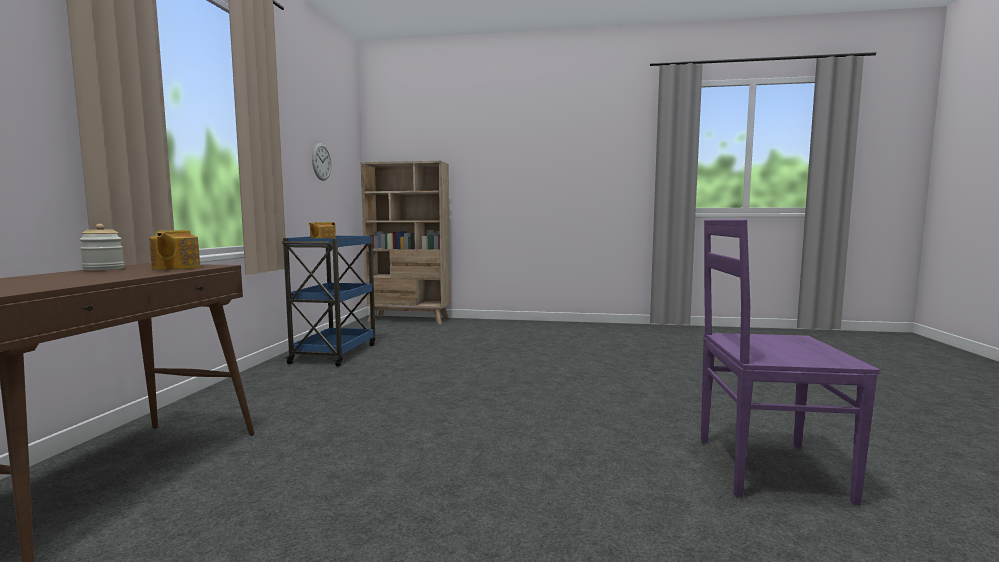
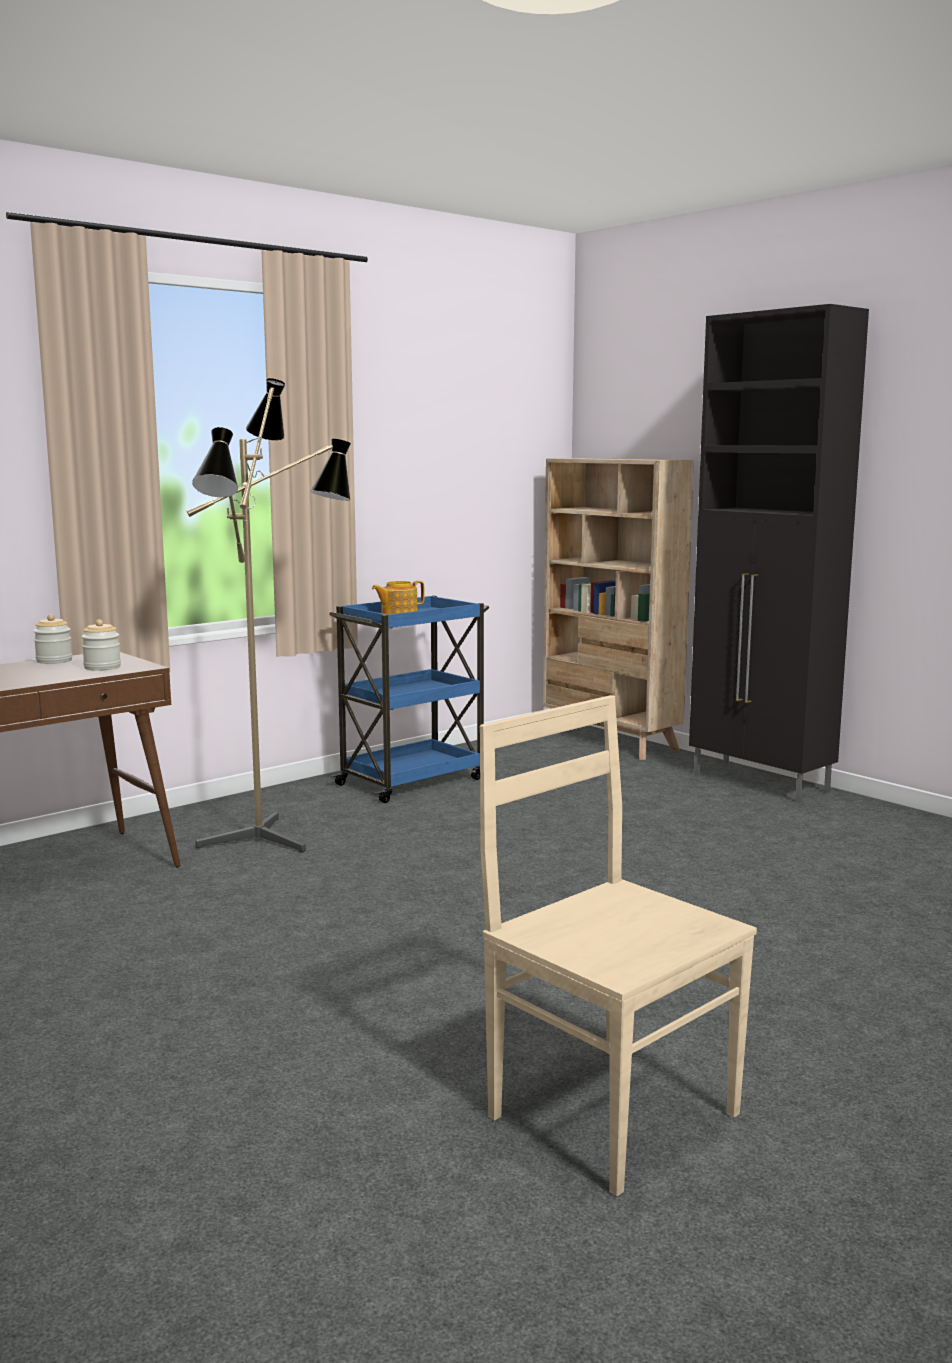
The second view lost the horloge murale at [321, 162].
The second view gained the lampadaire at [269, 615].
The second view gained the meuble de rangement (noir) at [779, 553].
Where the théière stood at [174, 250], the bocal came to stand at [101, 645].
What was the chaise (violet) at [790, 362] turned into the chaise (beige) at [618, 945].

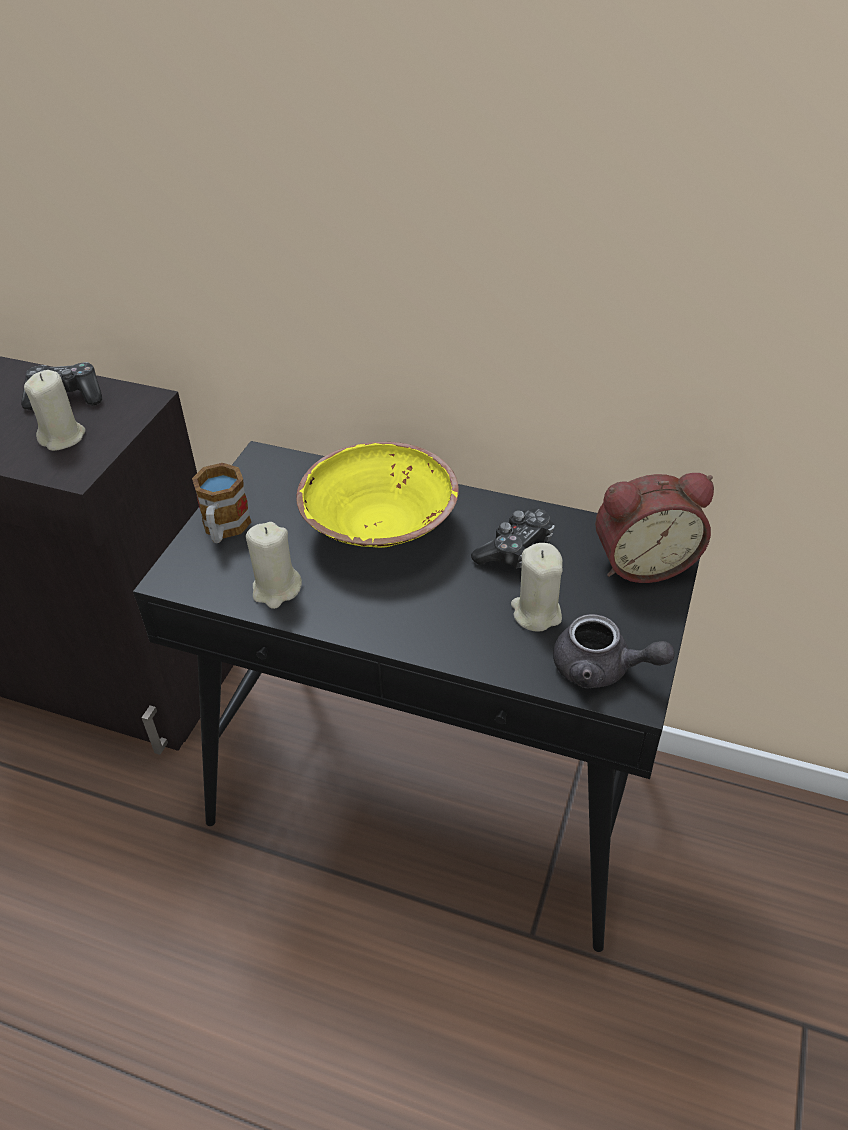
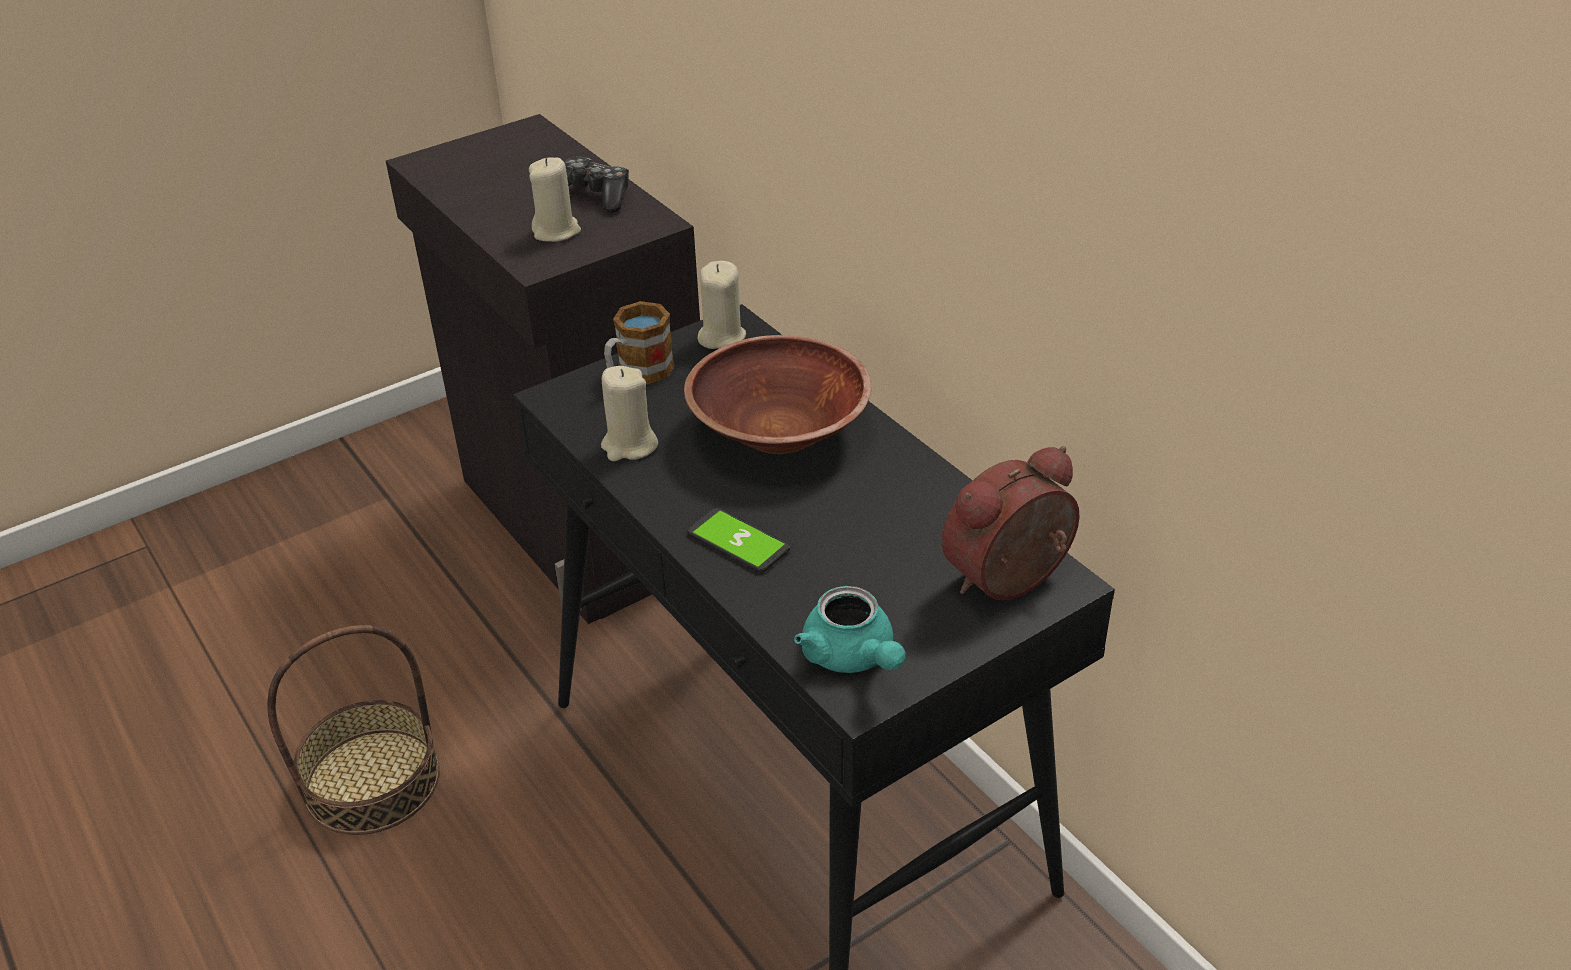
The second view lost the manette at [513, 538].
The second view gained the panier at [353, 730].
The second view gained the téléphone at [738, 540].
The bougie (beige) ended up elsewhere, having gone from [537, 587] to [722, 305].
What was the bol (jaune) at [377, 495] turned into the bol (marron) at [778, 394].
What was the théière (gris) at [614, 651] turned into the théière (turquoise) at [849, 629].
The réveil at [654, 528] ended up facing another way, 120 degrees clockwise from before.

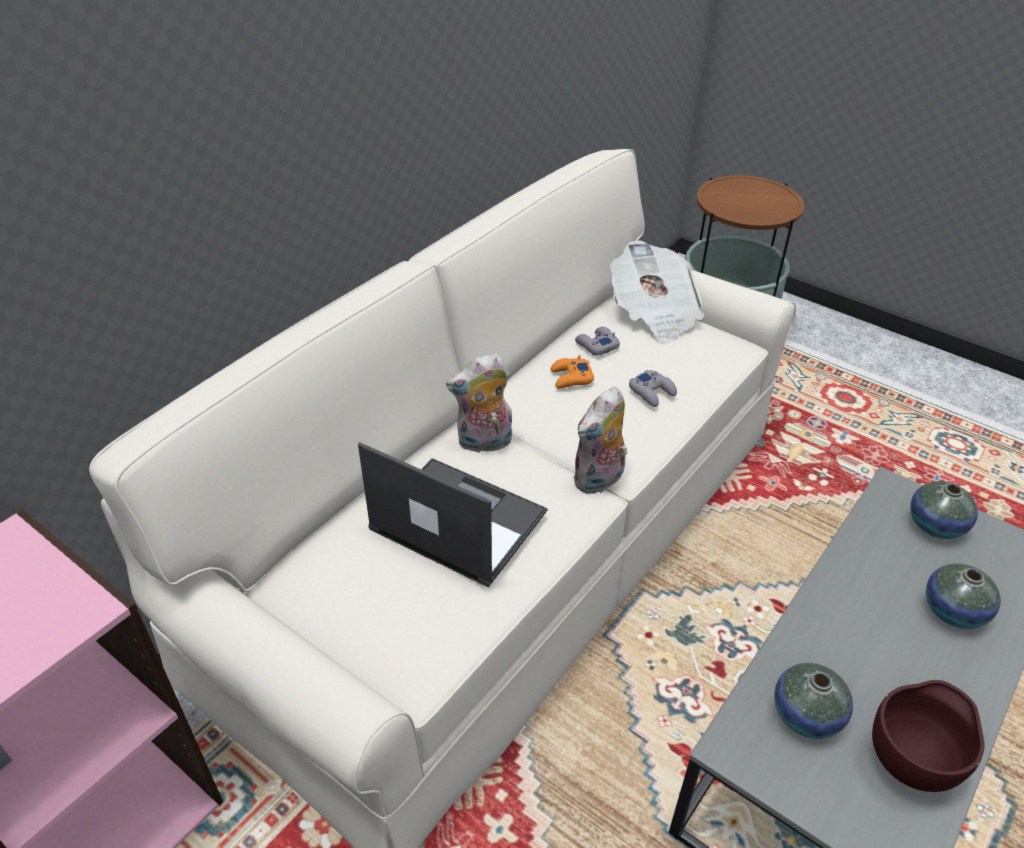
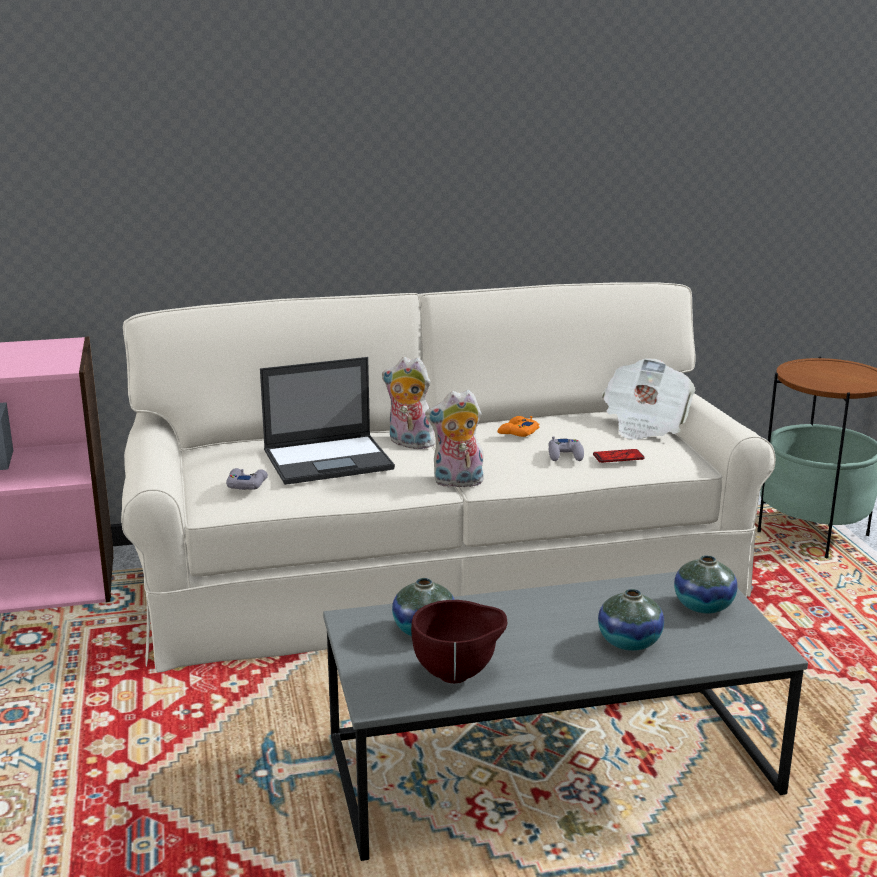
The second view gained the téléphone at [619, 456].
The manette (gris) ended up elsewhere, having gone from [597, 341] to [247, 479].
The ordinateur portable at [453, 514] ended up facing another way, 90 degrees clockwise from before.

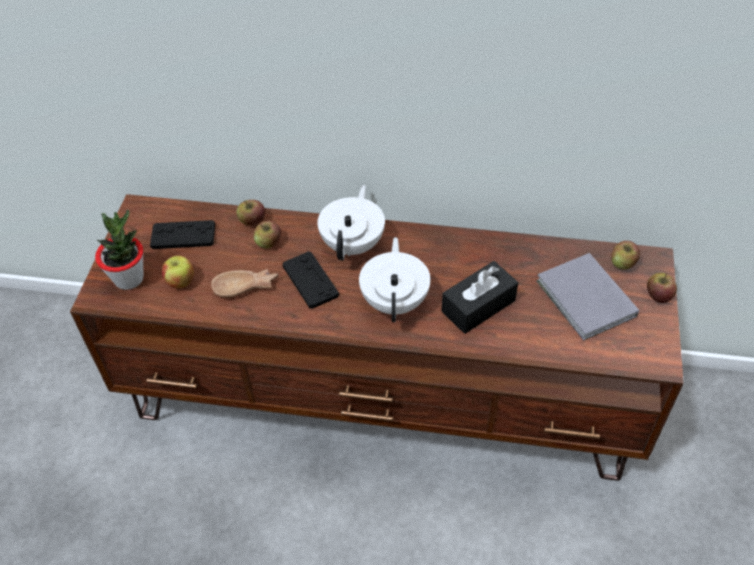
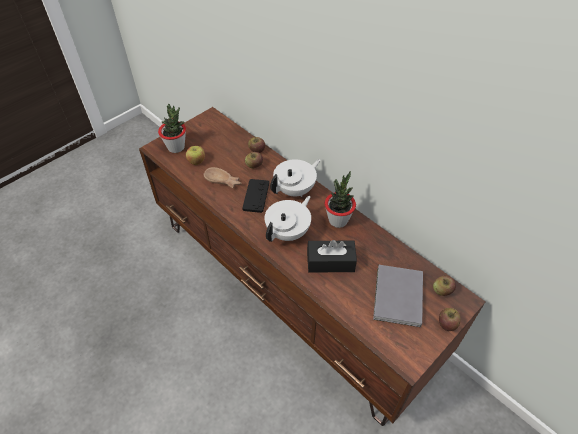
The second view lost the manette (noir) at [182, 234].
The second view gained the plante en pot at [340, 199].

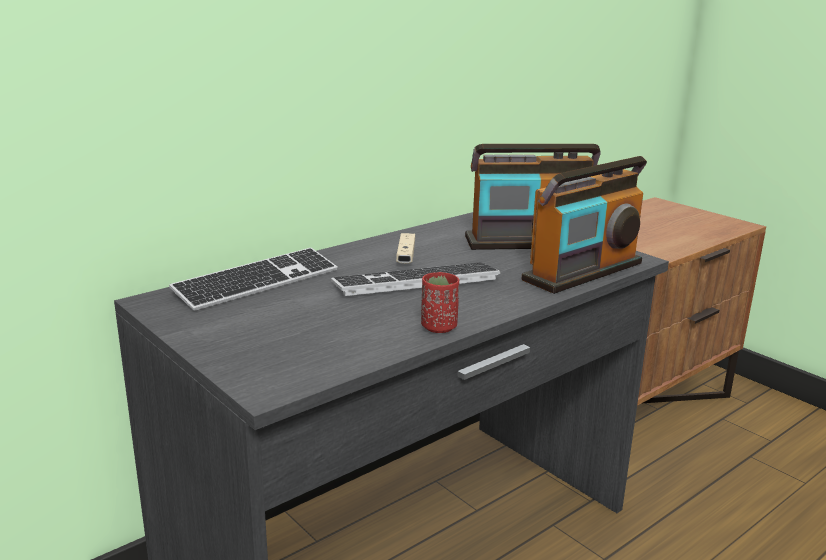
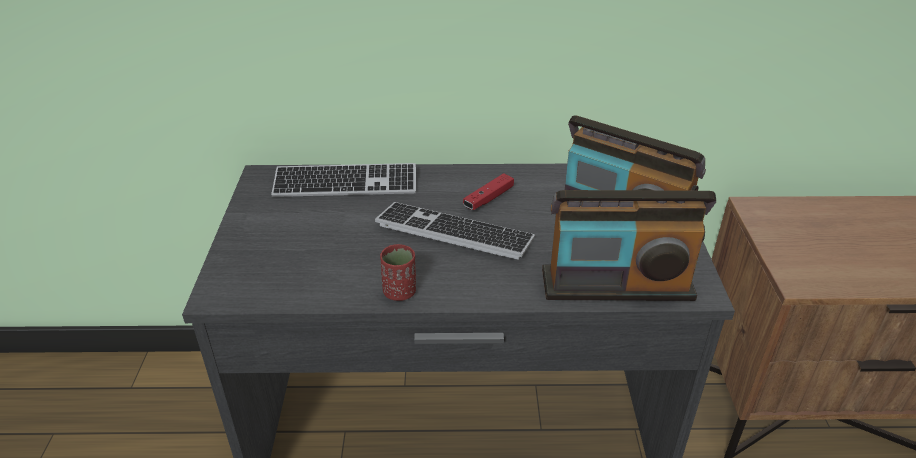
What was the manette (beige) at [405, 248] turned into the manette (rouge) at [488, 191].

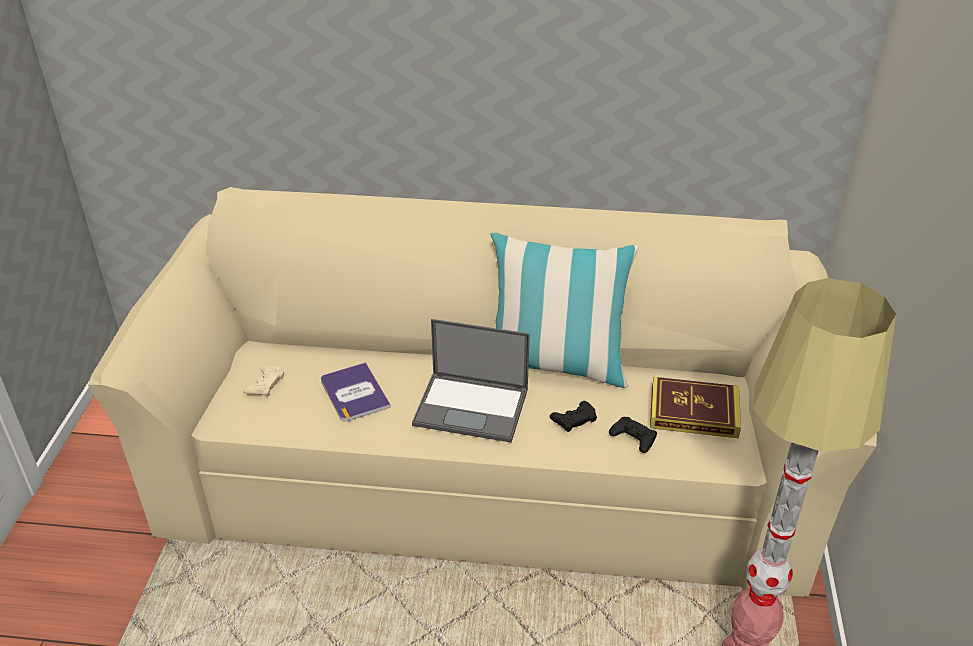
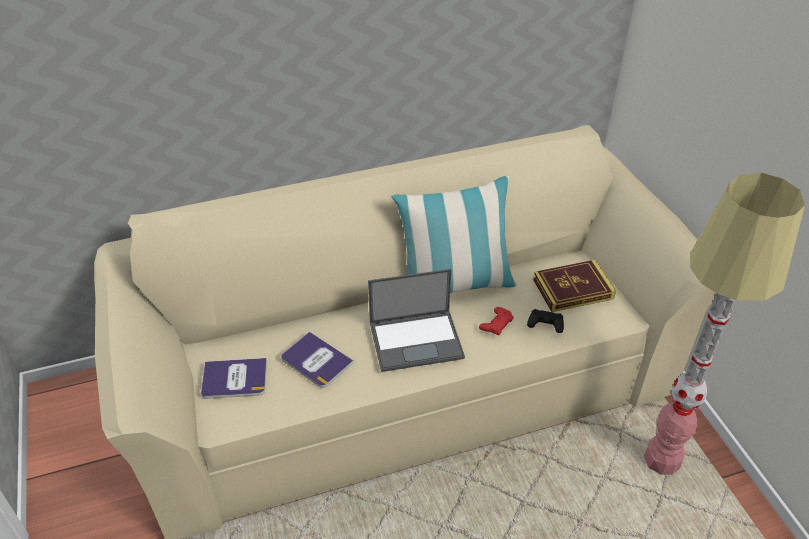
Where the manette (beige) stood at [263, 380], the livre came to stand at [234, 378].
What was the manette (noir) at [573, 416] turned into the manette (rouge) at [496, 321].

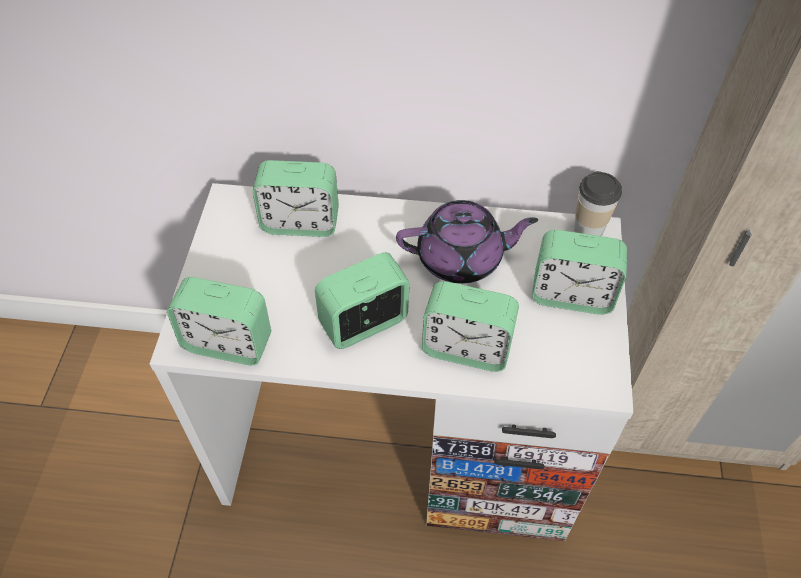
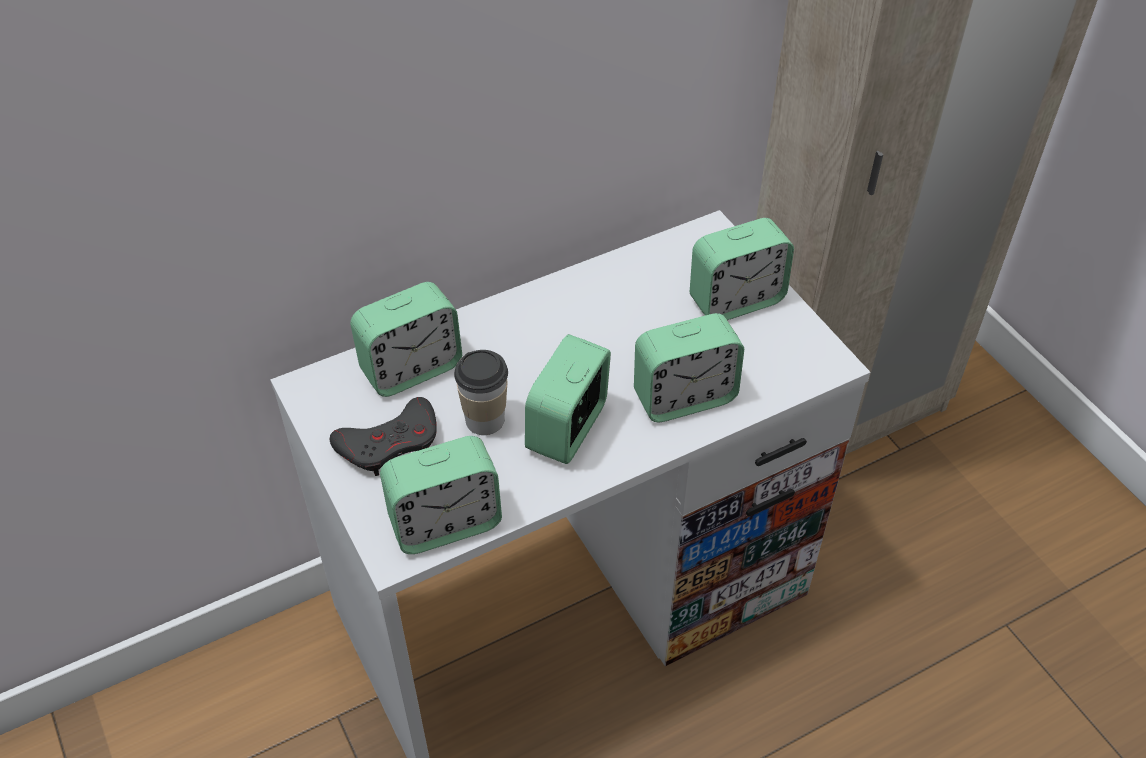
The second view lost the théière (violet) at [467, 242].
The second view gained the manette (gris) at [383, 436].
The tasse ended up elsewhere, having gone from [598, 203] to [481, 392].

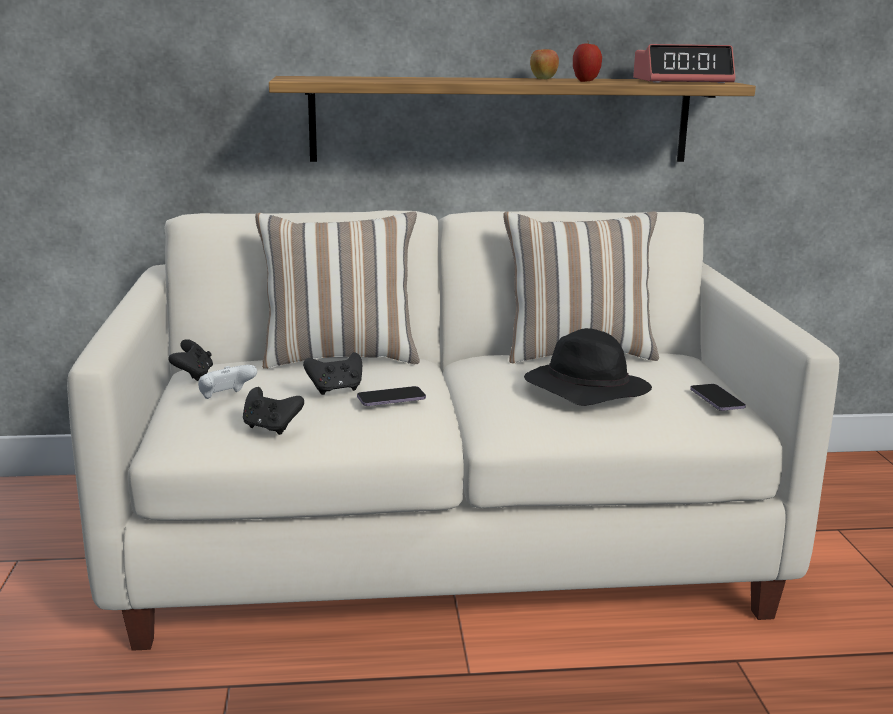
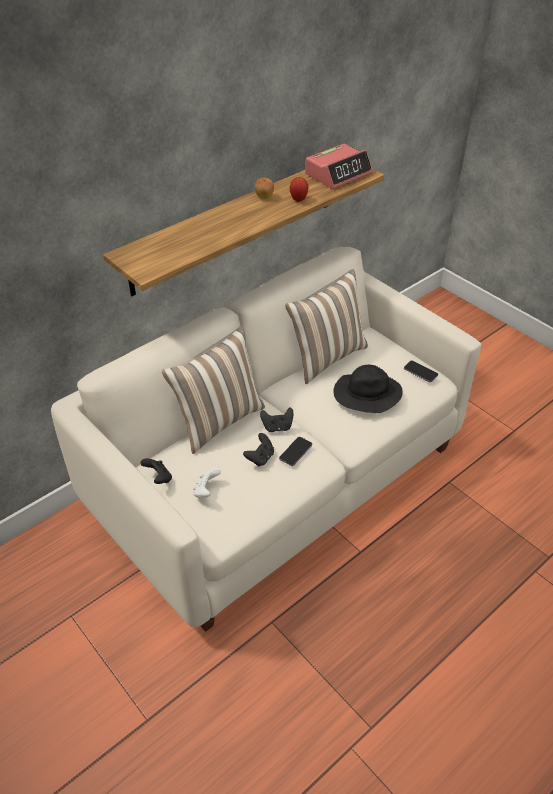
The manette (noir) ended up elsewhere, having gone from [273, 411] to [277, 419].

